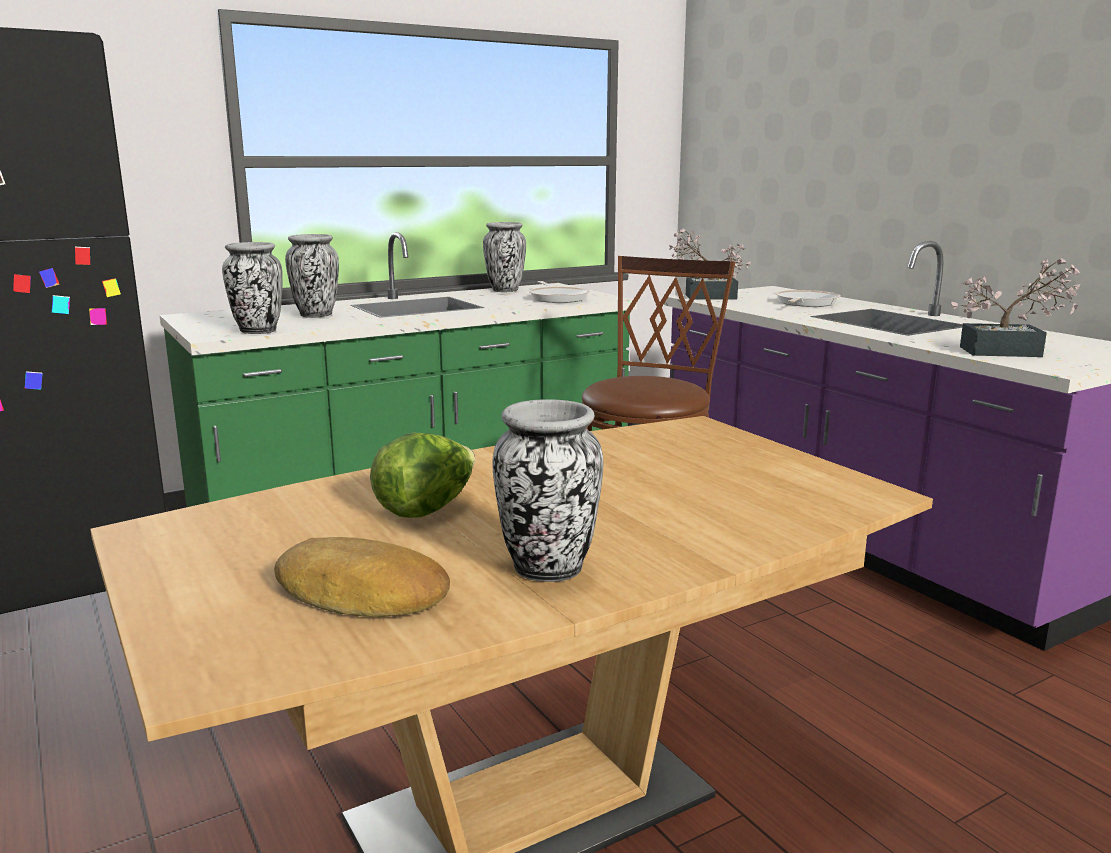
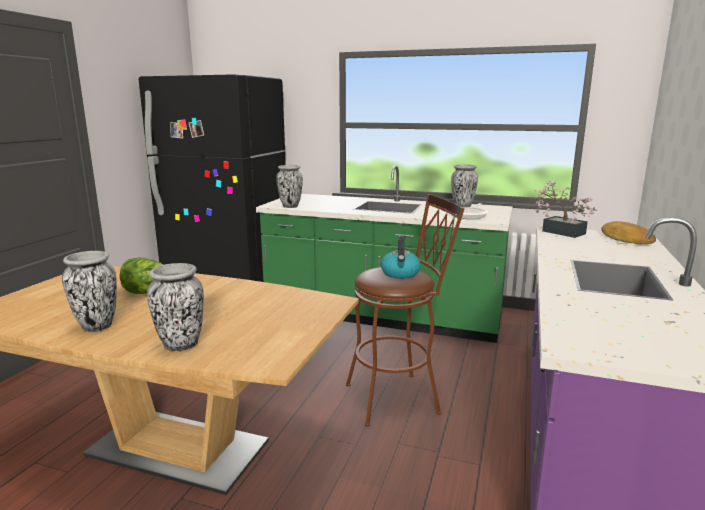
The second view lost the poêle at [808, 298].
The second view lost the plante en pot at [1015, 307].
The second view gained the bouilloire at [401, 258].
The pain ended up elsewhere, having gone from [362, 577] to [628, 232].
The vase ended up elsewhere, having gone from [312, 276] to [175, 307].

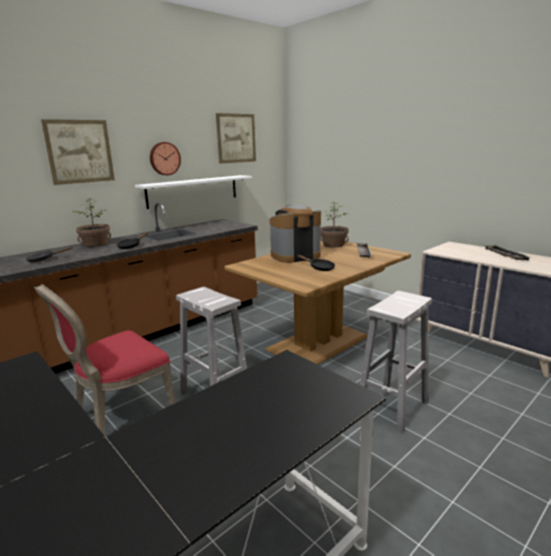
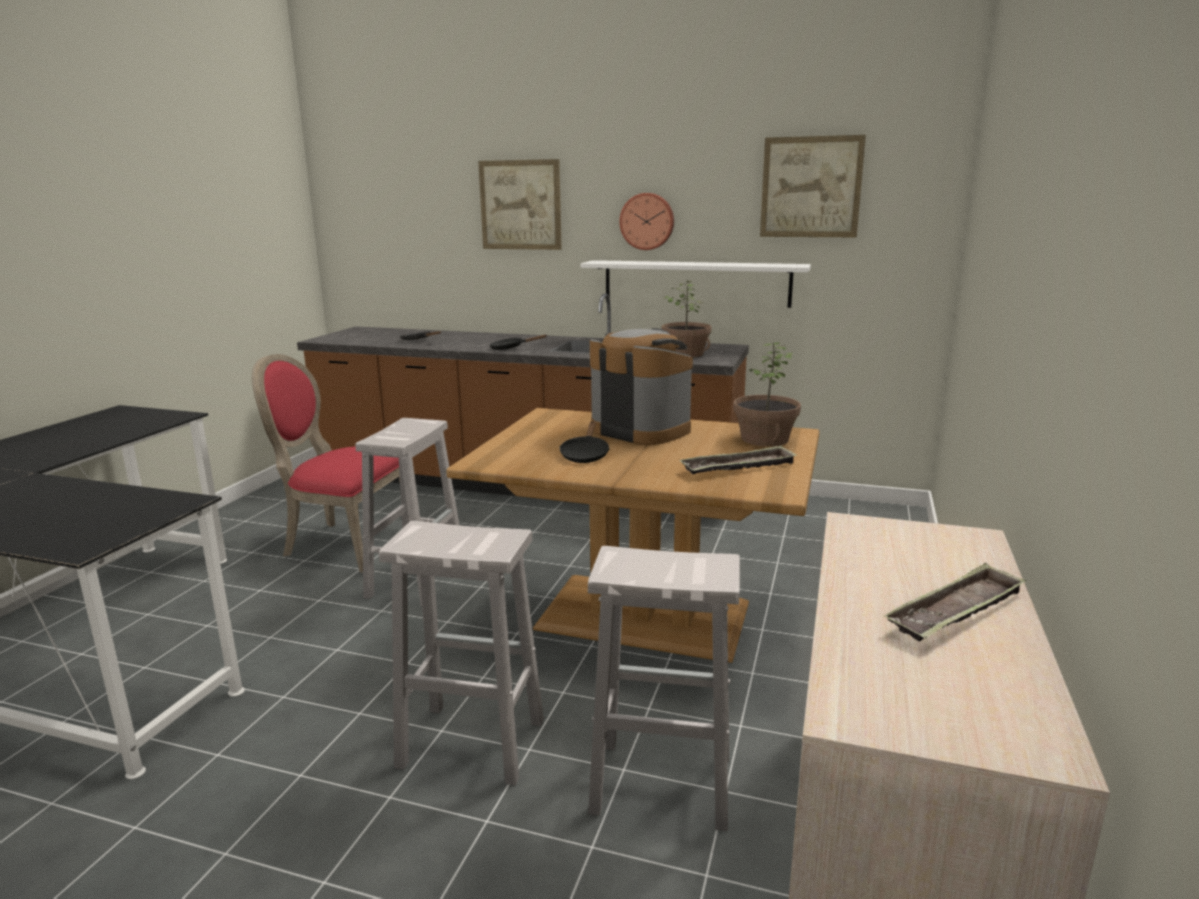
The second view gained the tabouret (blanc) at [664, 688].
The plante en pot ended up elsewhere, having gone from [91, 223] to [686, 318].

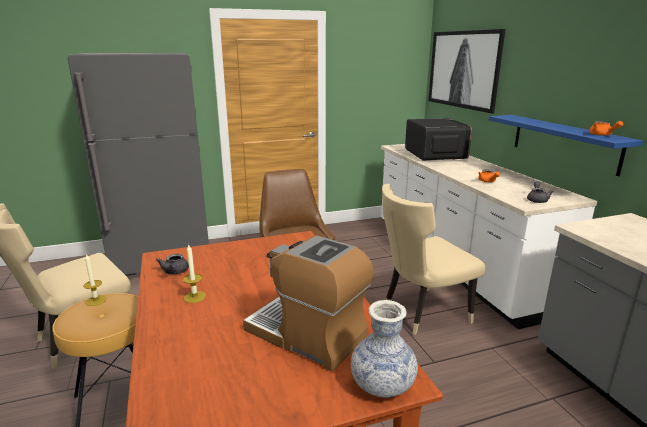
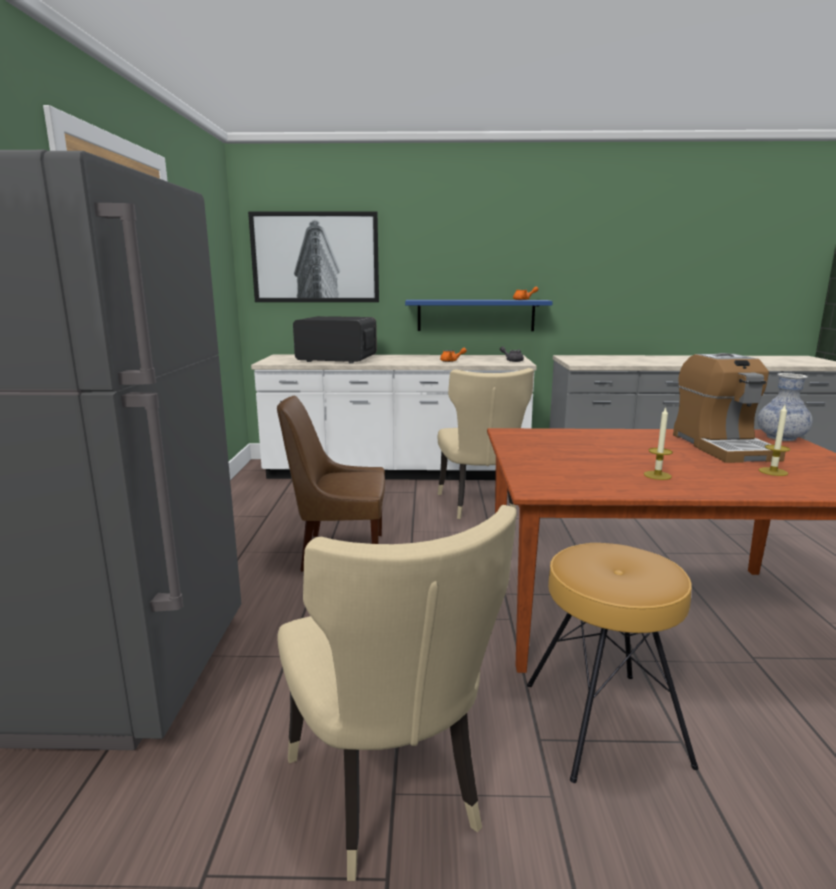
The second view lost the théière (gris) at [172, 264].
The bougie ended up elsewhere, having gone from [95, 280] to [774, 440].
The machine à café at [308, 304] ended up facing another way, 60 degrees counterclockwise from before.

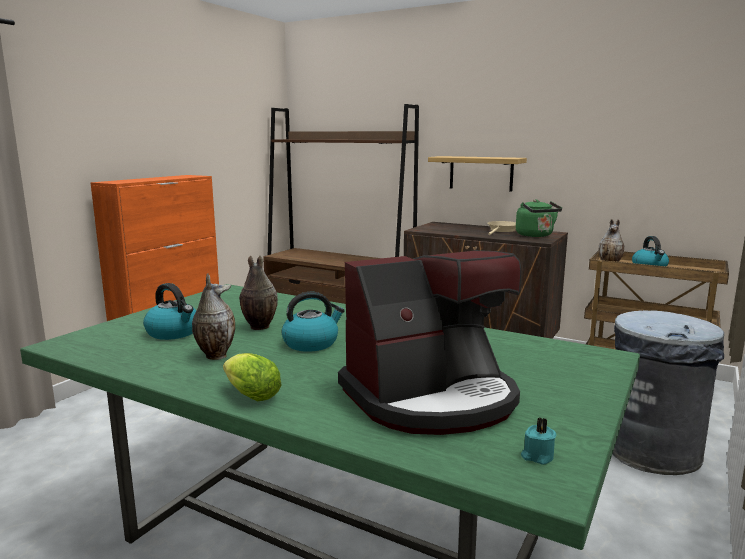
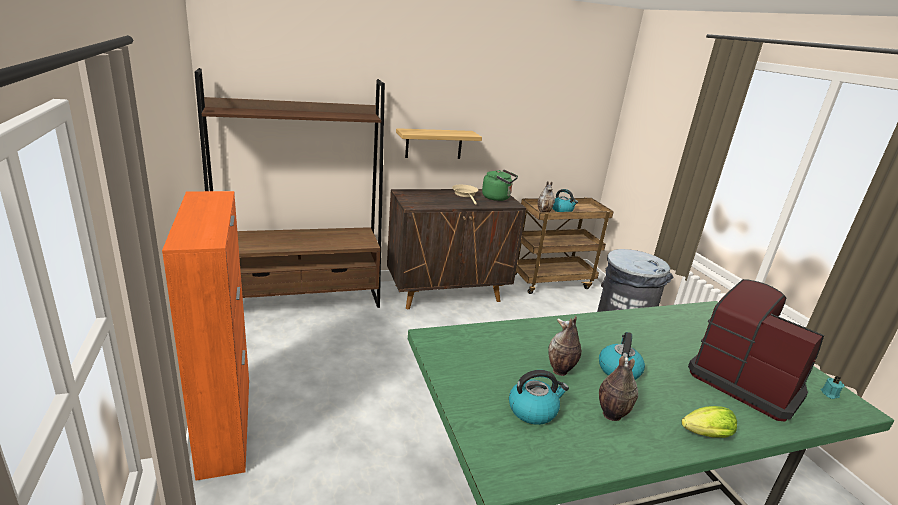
The machine à café at [429, 342] ended up facing another way, 60 degrees counterclockwise from before.

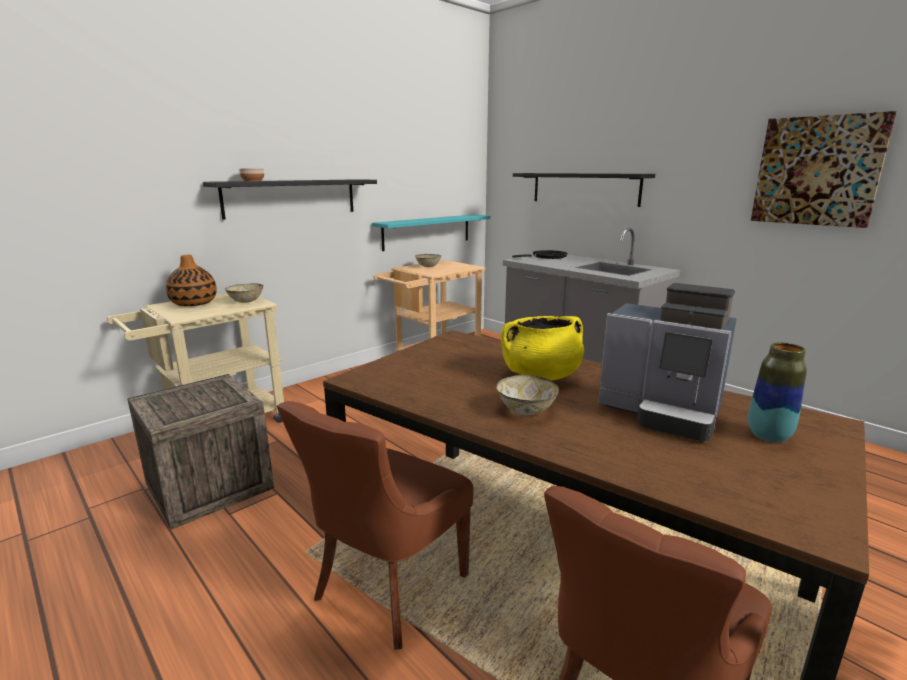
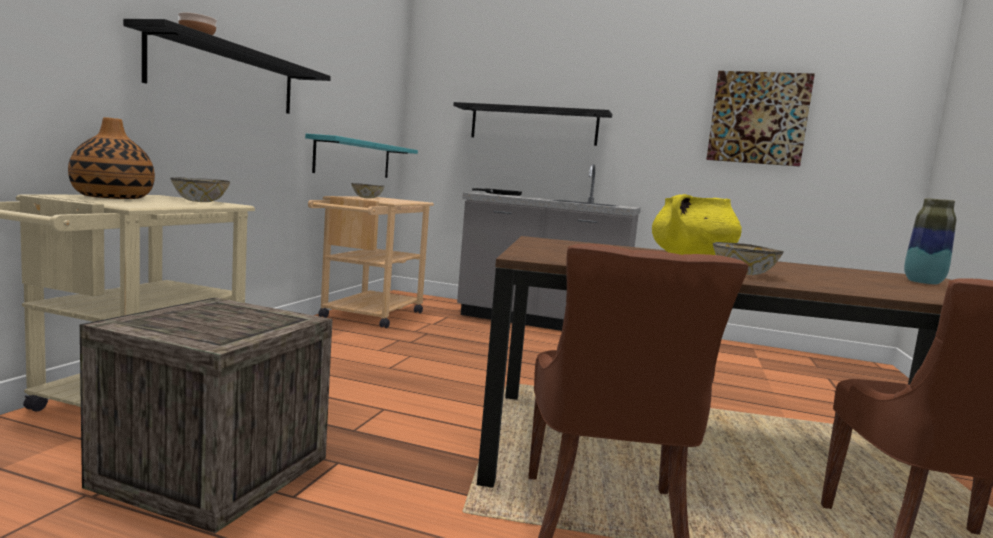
The second view lost the machine à café at [667, 362].

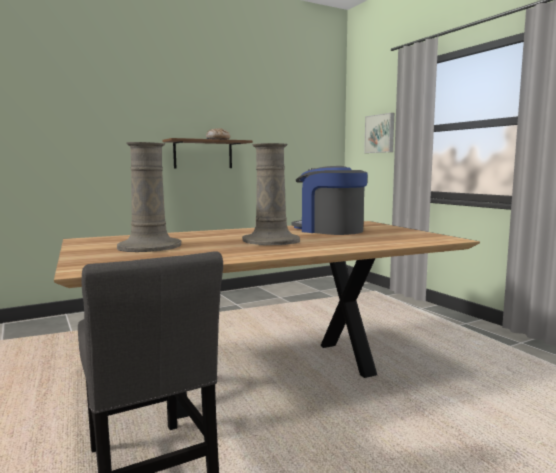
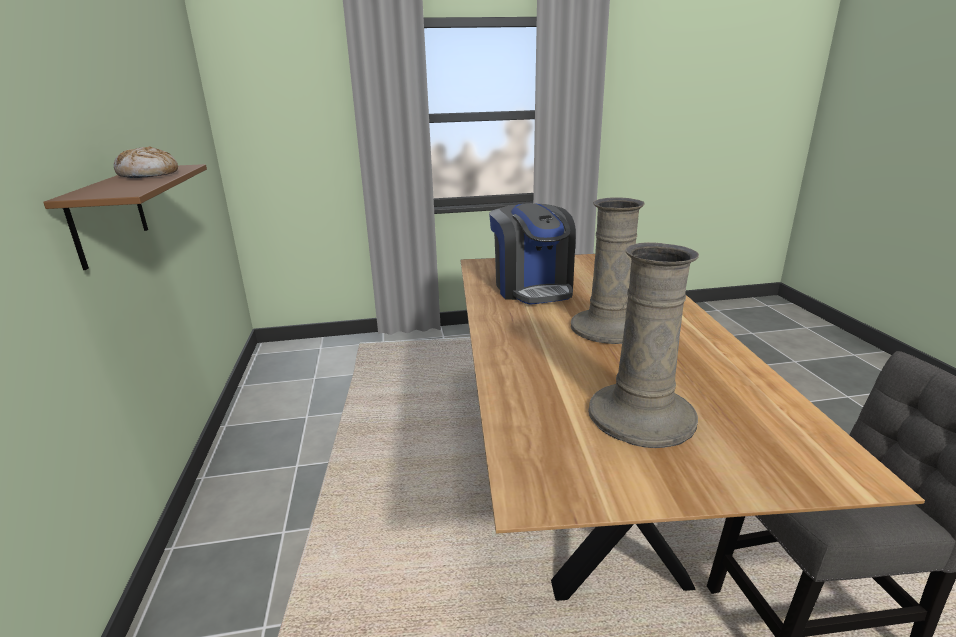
The second view lost the tableau at [379, 133].
The machine à café at [330, 200] ended up facing another way, 75 degrees counterclockwise from before.

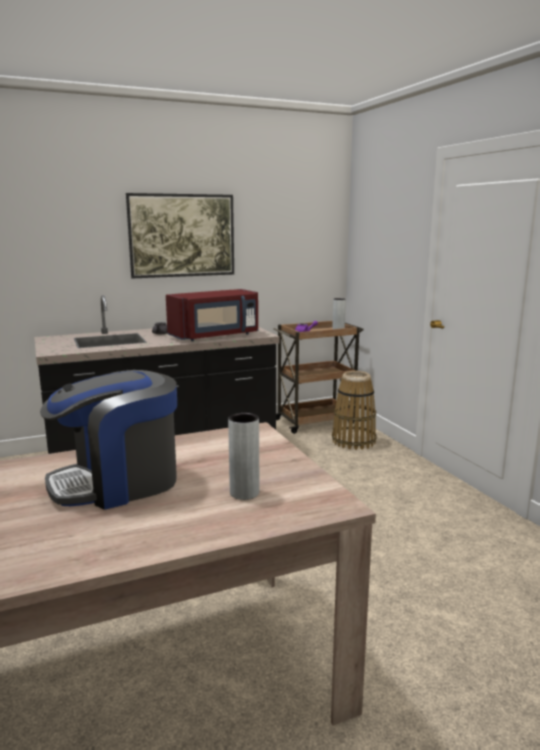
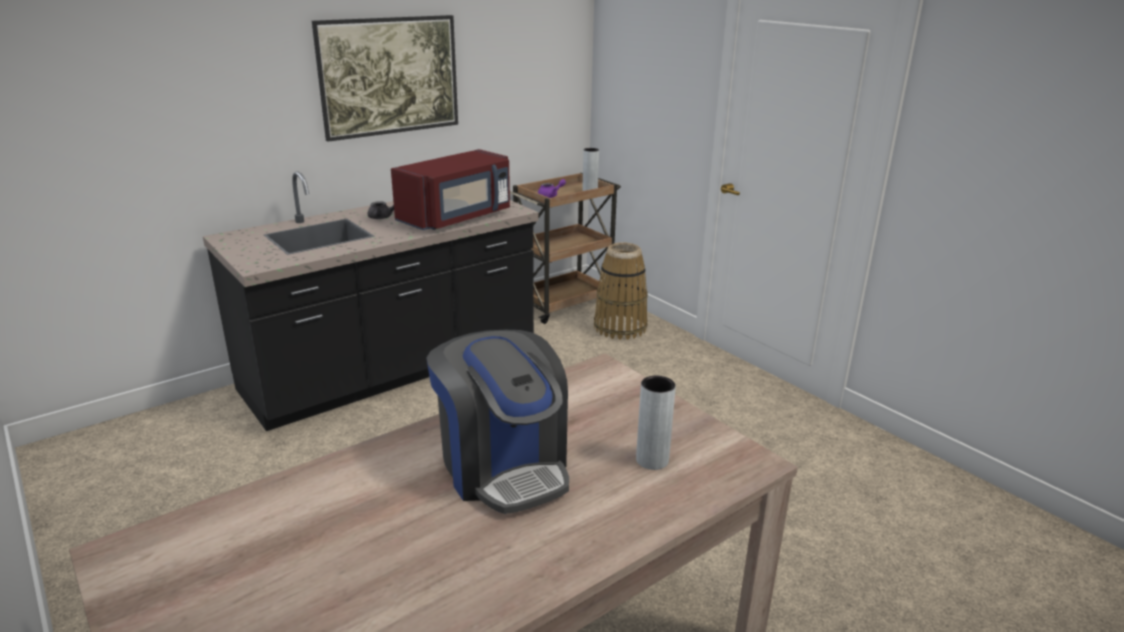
The machine à café at [108, 440] ended up facing another way, 75 degrees counterclockwise from before.

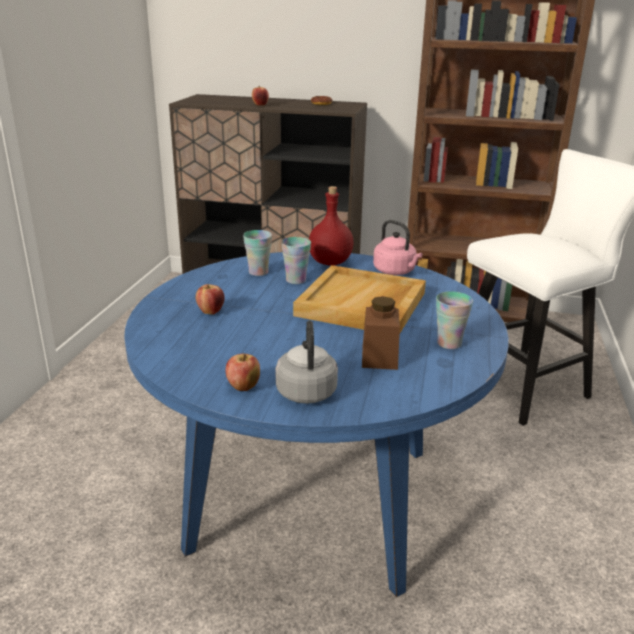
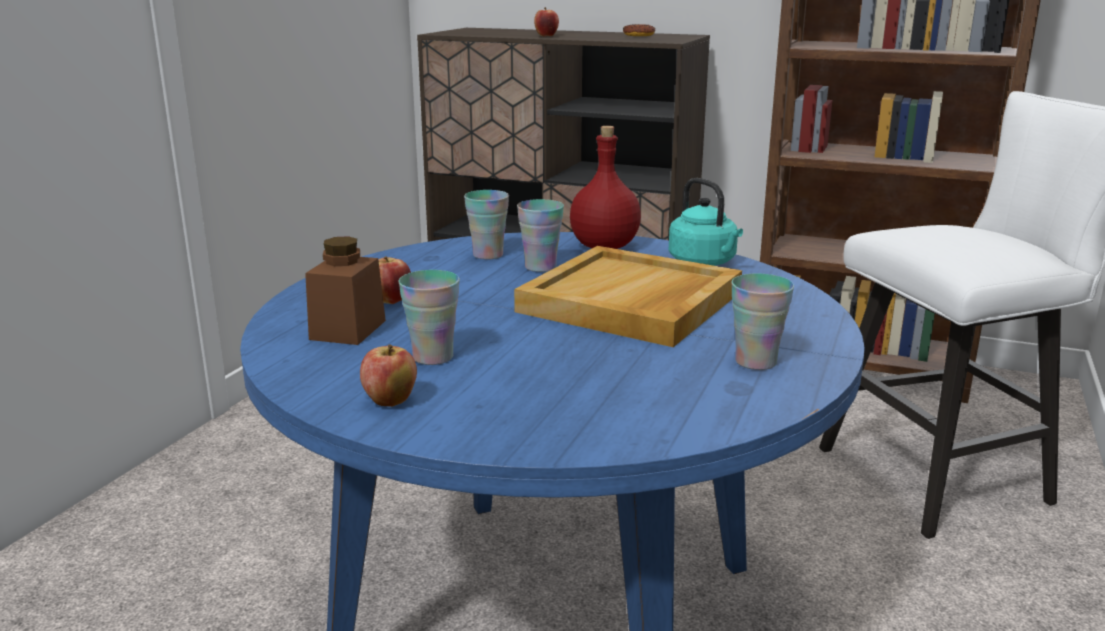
The second view lost the bouilloire (gris) at [307, 362].
The second view gained the tasse at [429, 317].
The bocal (marron) ended up elsewhere, having gone from [381, 333] to [345, 290].
What was the bouilloire (rose) at [397, 247] turned into the bouilloire (turquoise) at [706, 222].

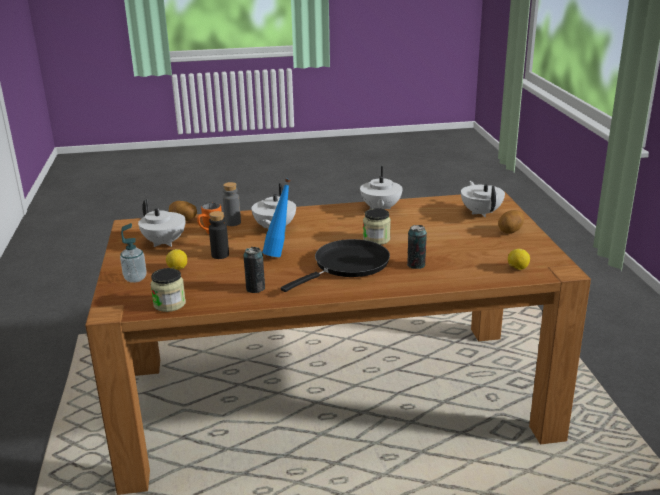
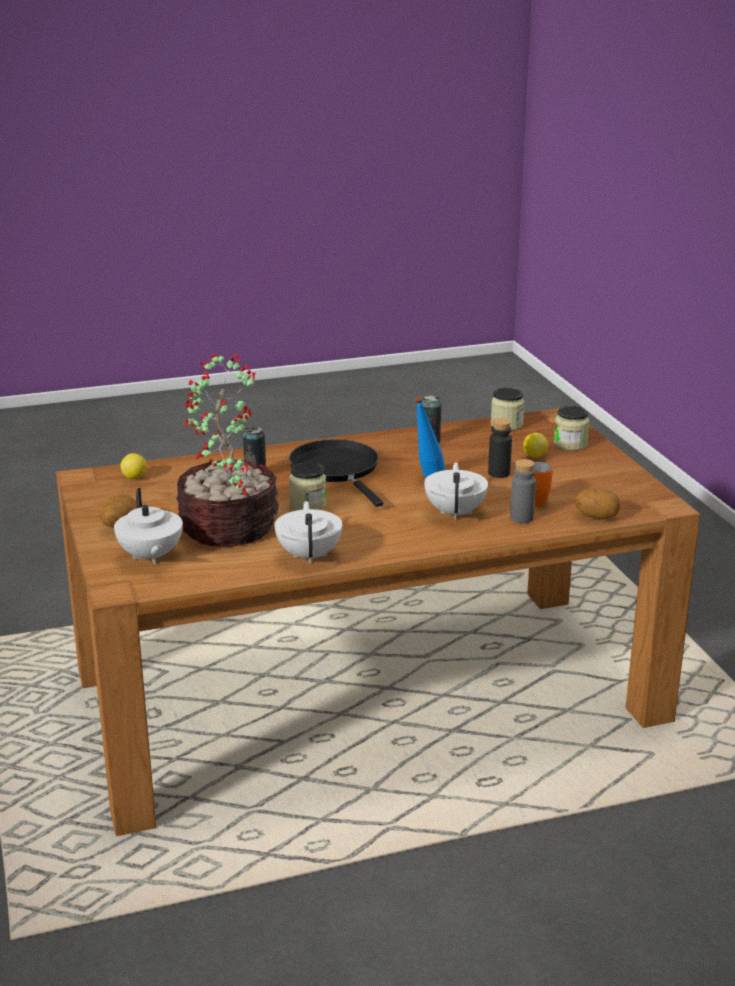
The second view lost the théière (blanc) at [161, 223].
The second view gained the plante en pot at [227, 450].
Where the distributeur de savon stood at [133, 253], the bocal came to stand at [571, 428].
The poêle (noir) at [335, 265] ended up facing another way, 120 degrees clockwise from before.

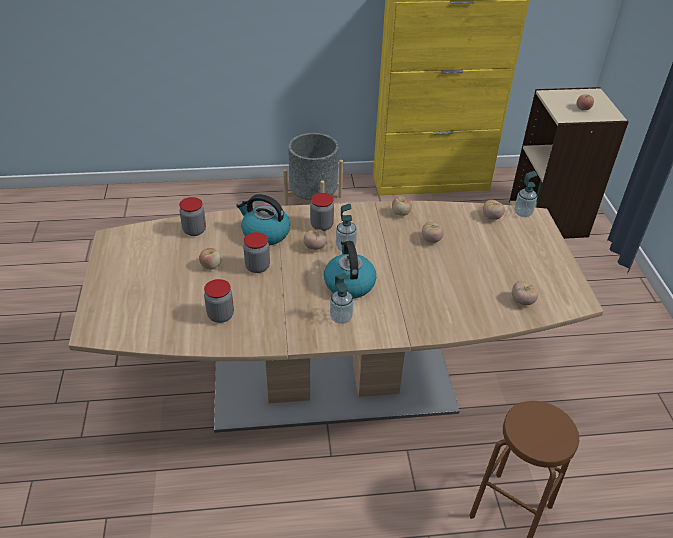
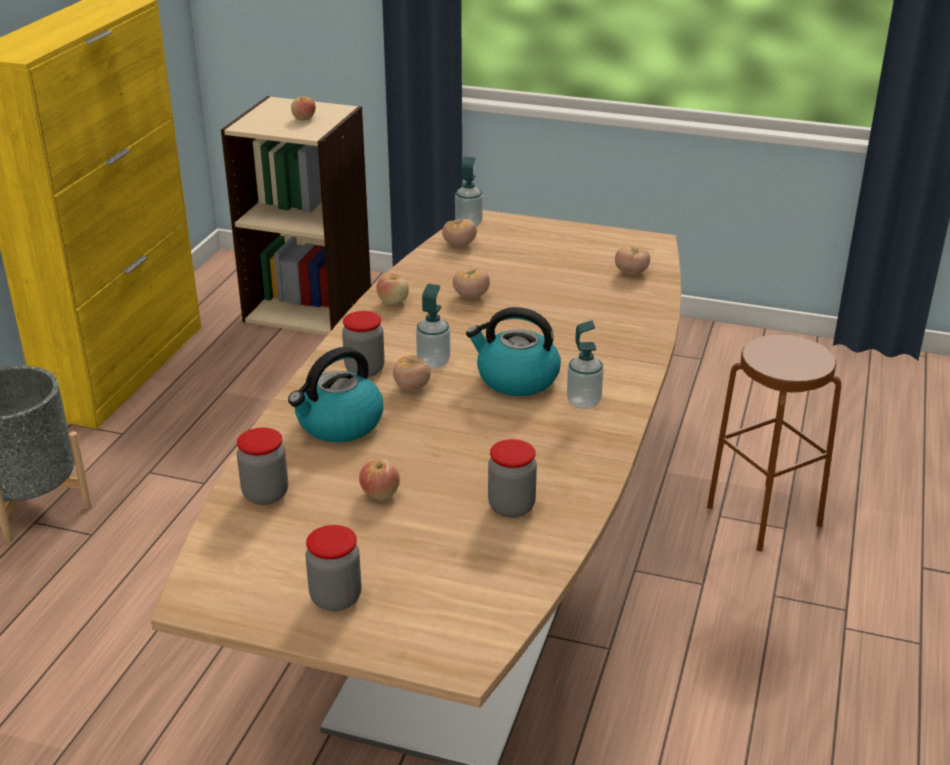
The bocal ended up elsewhere, having gone from [256, 252] to [333, 568].

